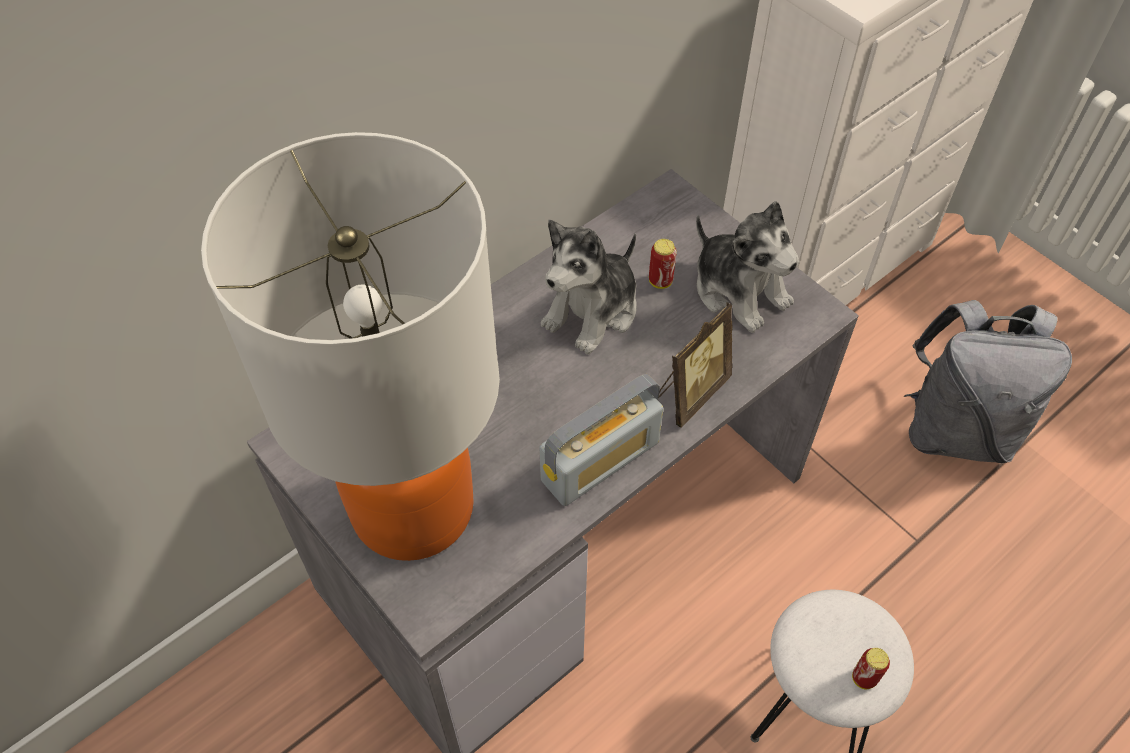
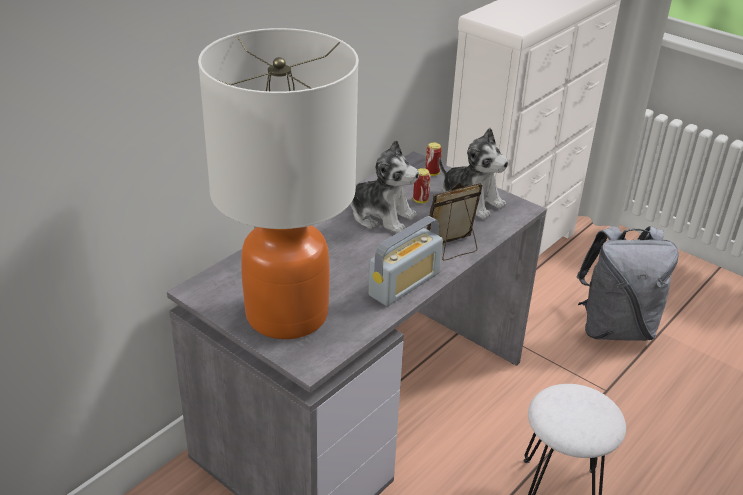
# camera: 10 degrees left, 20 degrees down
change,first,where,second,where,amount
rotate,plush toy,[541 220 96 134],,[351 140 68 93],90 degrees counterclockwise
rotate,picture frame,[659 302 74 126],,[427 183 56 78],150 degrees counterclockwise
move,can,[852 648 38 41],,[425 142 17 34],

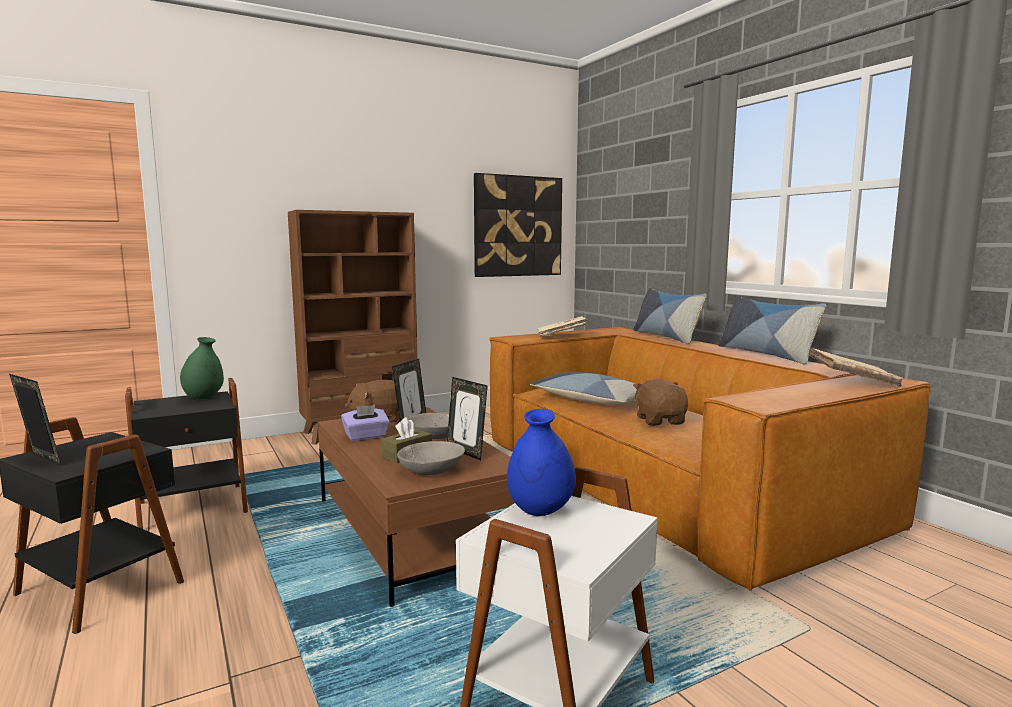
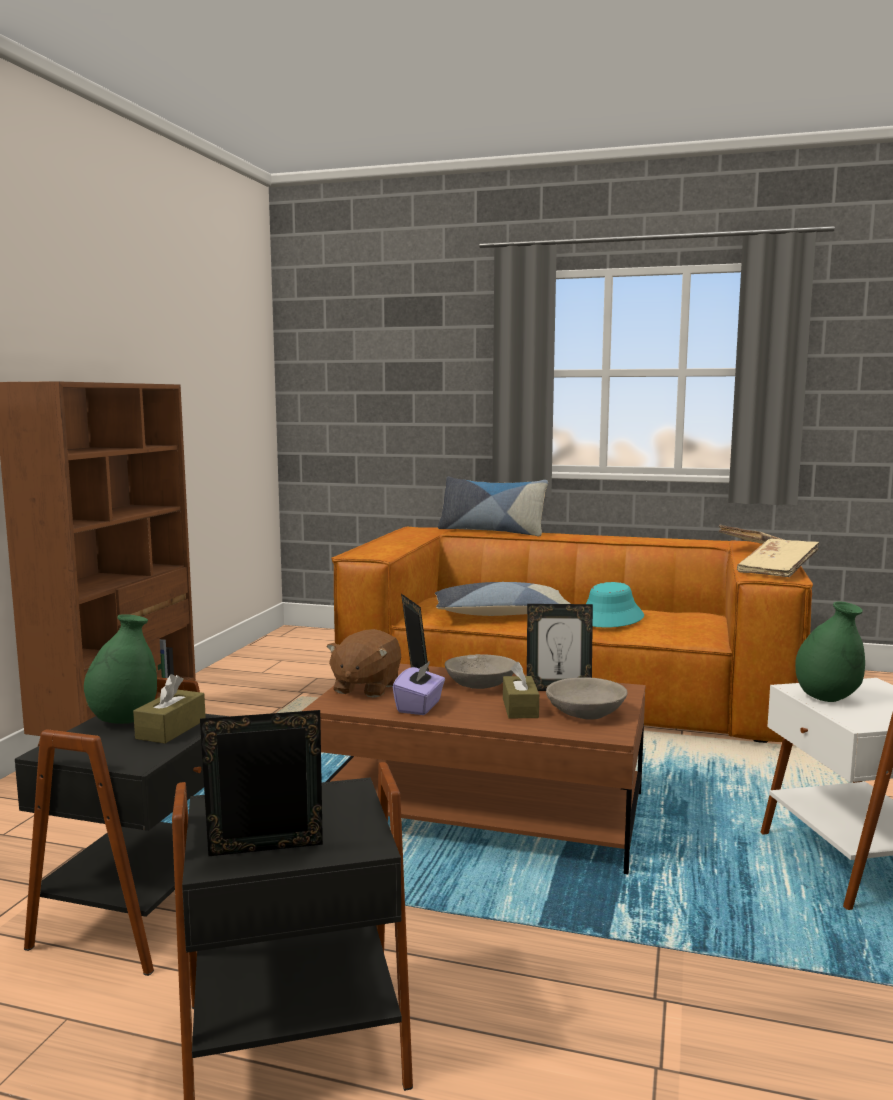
# camera: 45 degrees left, 0 degrees up
change,first,where,second,where,amount
delete,picture,[474 173 88 104],,,
recolor,blue vase,[507 409 69 107],green vase,[795 601 70 101],
move,beige book,[538 316 50 21],,[737 539 82 38],
replace,brown plush toy,[633 379 55 47],turquoise hat,[586 582 58 46],
delete,pillow,[718 296 108 68],,,
insert,,,brown tissue box,[133 674 73 70],

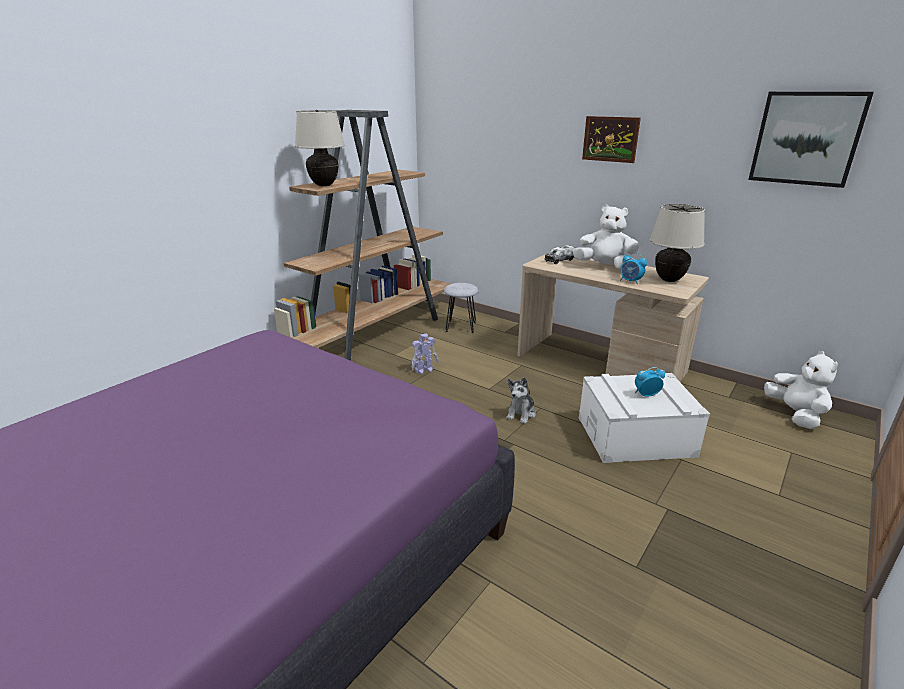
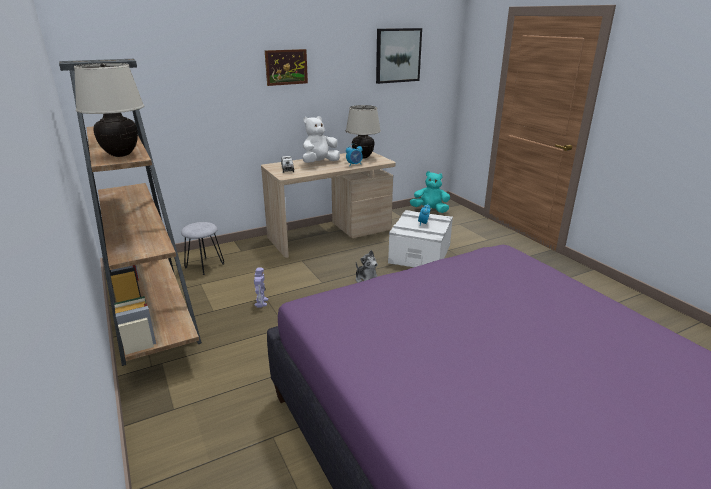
# camera: 65 degrees left, 0 degrees up
change,first,where,second,where,amount
recolor,white plush toy,[764 351 74 78],turquoise plush toy,[410 171 40 42],

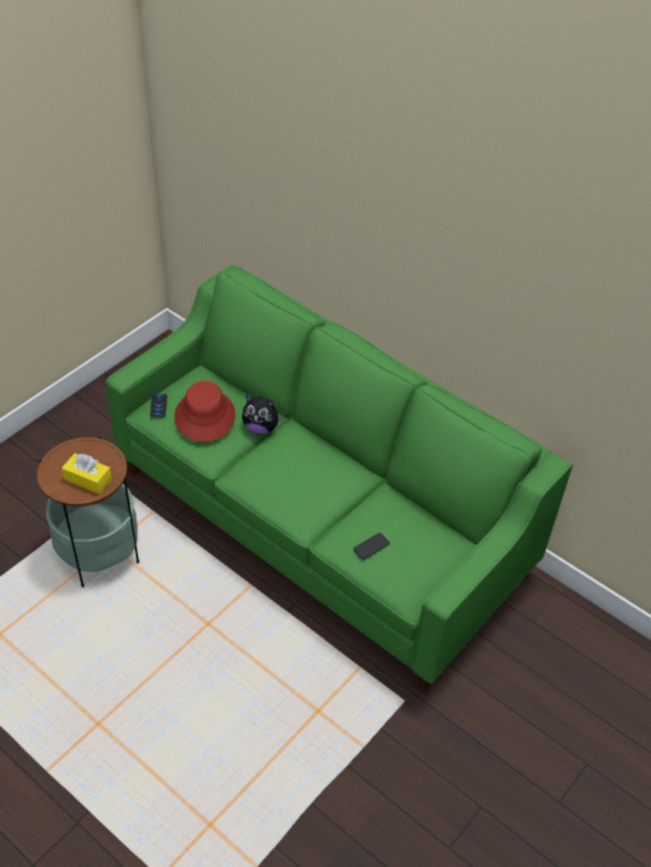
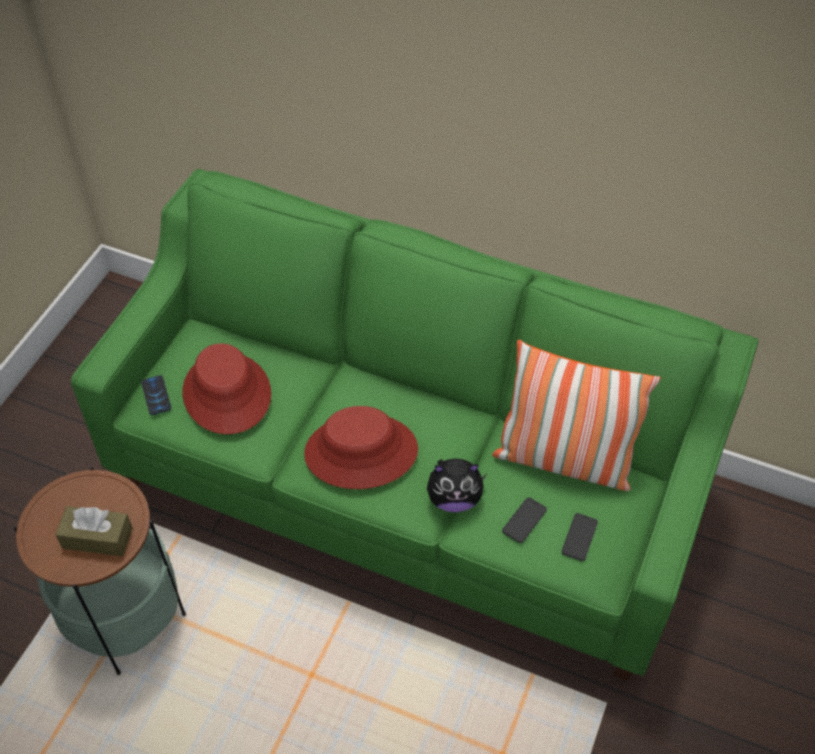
# camera: 15 degrees left, 5 degrees up
change,first,where,second,where,amount
recolor,yellow tissue box,[62 453 50 41],brown tissue box,[55 506 78 50],
move,plush toy,[242 395 42 40],,[427 458 59 55],
insert,,,red hat,[304 406 114 83],
insert,,,pillow,[492 340 169 151],
insert,,,phone,[562 513 36 48],

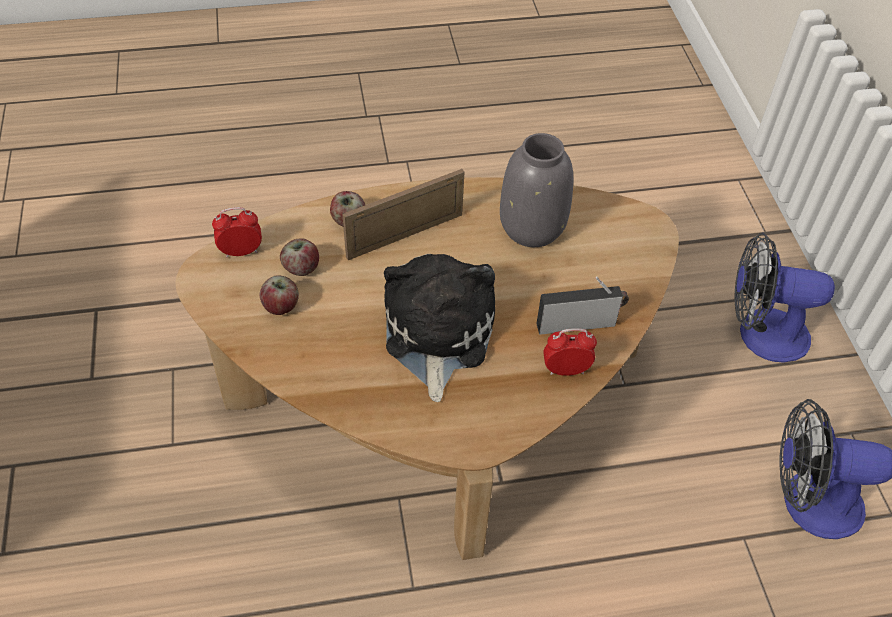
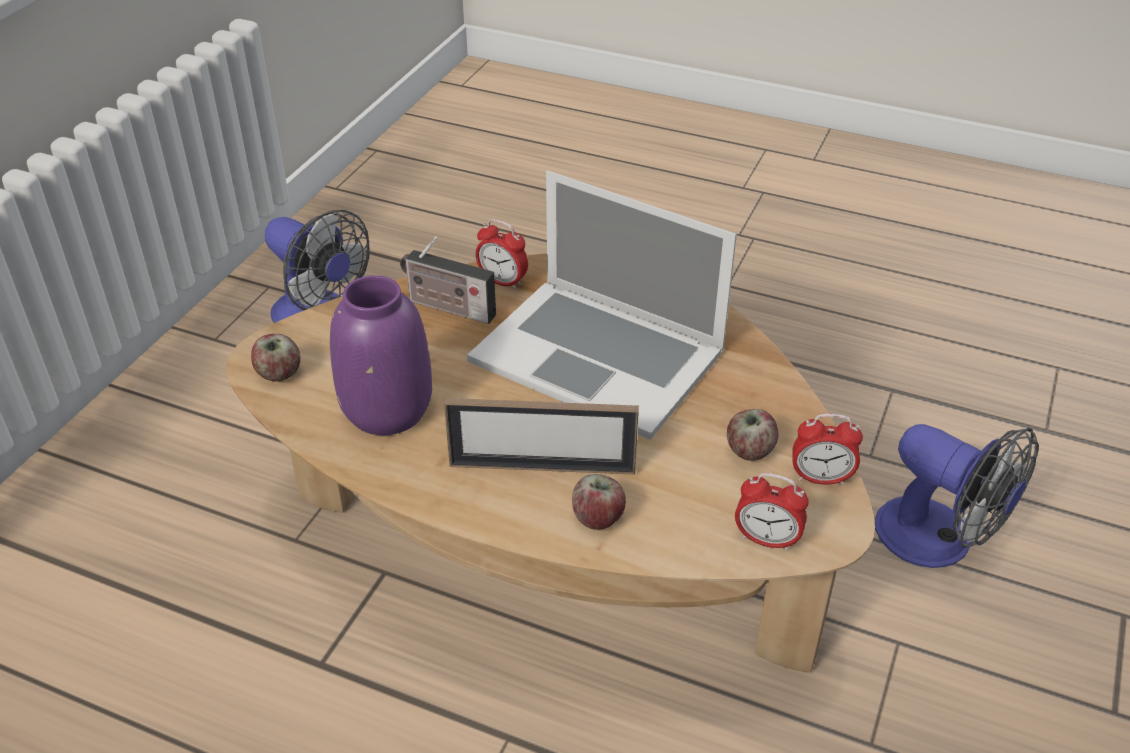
# camera: 145 degrees left, 10 degrees down
change,first,where,second,where,amount
move,apple,[280 238 39 38],,[251 334 50 48],
replace,plush toy,[384 254 111 148],laptop,[467 170 270 270],
recolor,grey vase,[500 133 73 114],purple vase,[330 275 102 160],
move,fan,[734 232 101 131],,[875 424 164 144],
insert,,,alarm clock,[792 413 71 72],

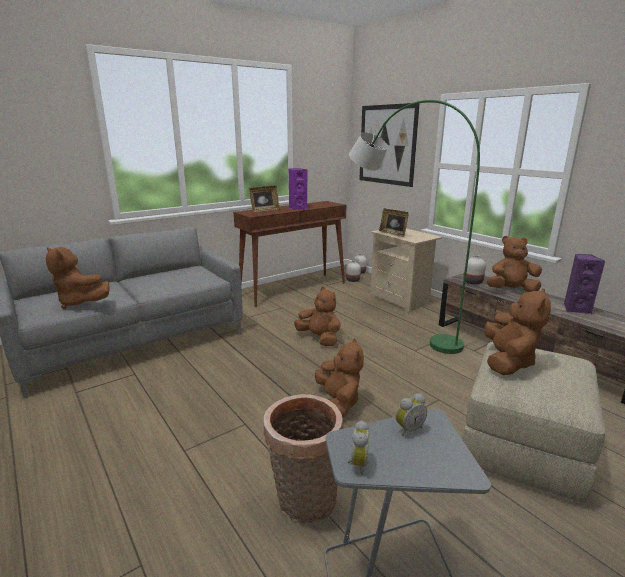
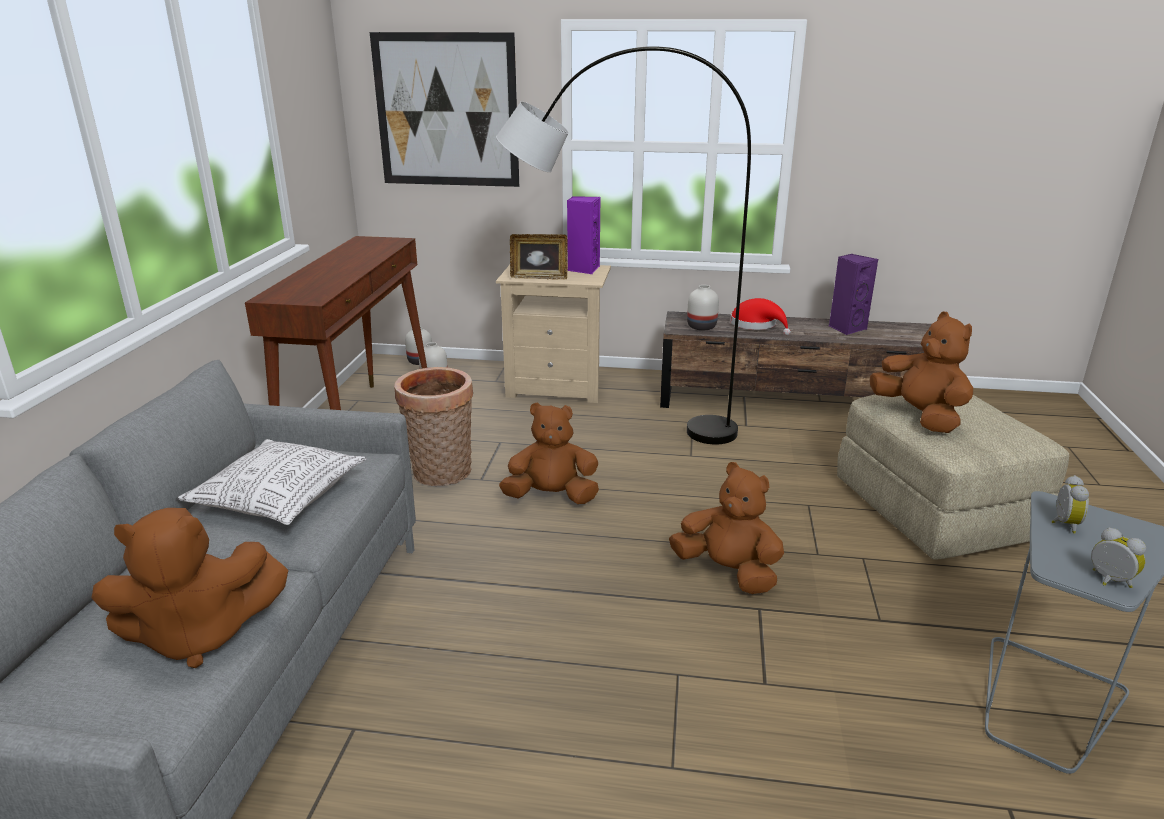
# camera: 45 degrees left, 5 degrees up
change,first,where,second,where,amount
delete,picture frame,[250 186 30 26],,,
move,basket,[263 394 80 129],,[394 367 79 119],
move,purple speaker,[289 168 18 42],,[567 196 33 78],
recolor,green floor lamp,[349 100 131 254],grey floor lamp,[496 47 255 397],
replace,brown plush toy,[487 236 55 56],red hat,[730 298 61 37],
insert,,,pillow,[178 439 188 86],

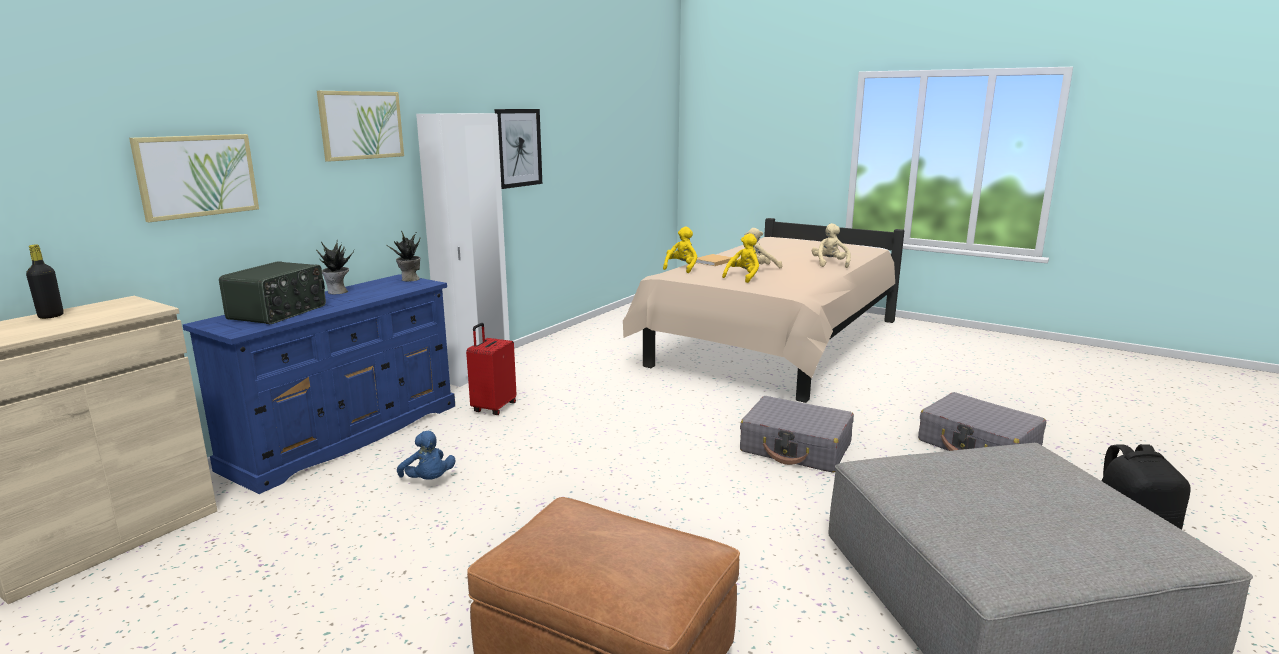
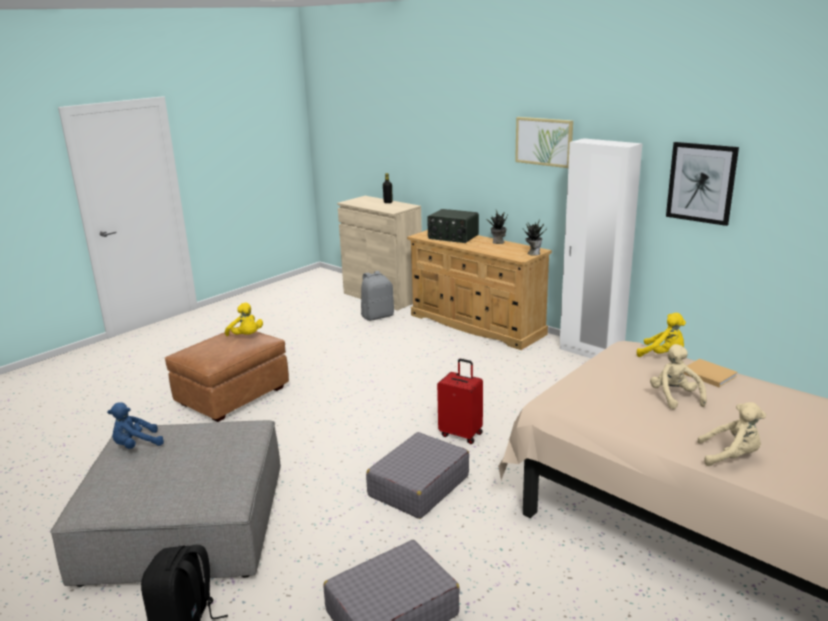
# camera: 100 degrees right, 5 degrees up
change,first,where,second,where,amount
delete,picture,[129 134 130 88],,,
recolor,blue dresser,[182 274 273 220],beige dresser,[407 230 145 120],
move,blue plush toy,[397 431 59 49],,[107 402 57 47],
move,red suitcase,[466 323 50 92],,[437 359 46 85],
move,yellow plush toy,[722 233 37 50],,[225 303 38 33],
insert,,,grey backpack,[361 271 33 50],

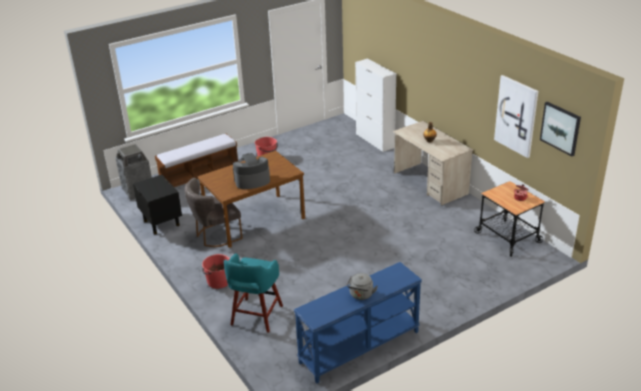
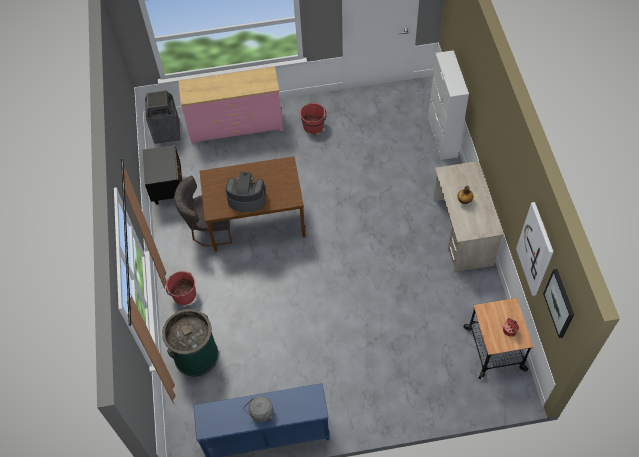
# camera: 25 degrees right, 25 degrees up
change,first,where,second,where,amount
replace,bench,[155 133 83 54],pink dresser,[178 67 105 77],
replace,turquoise stool,[224 253 59 80],green trash can,[162 309 57 68],

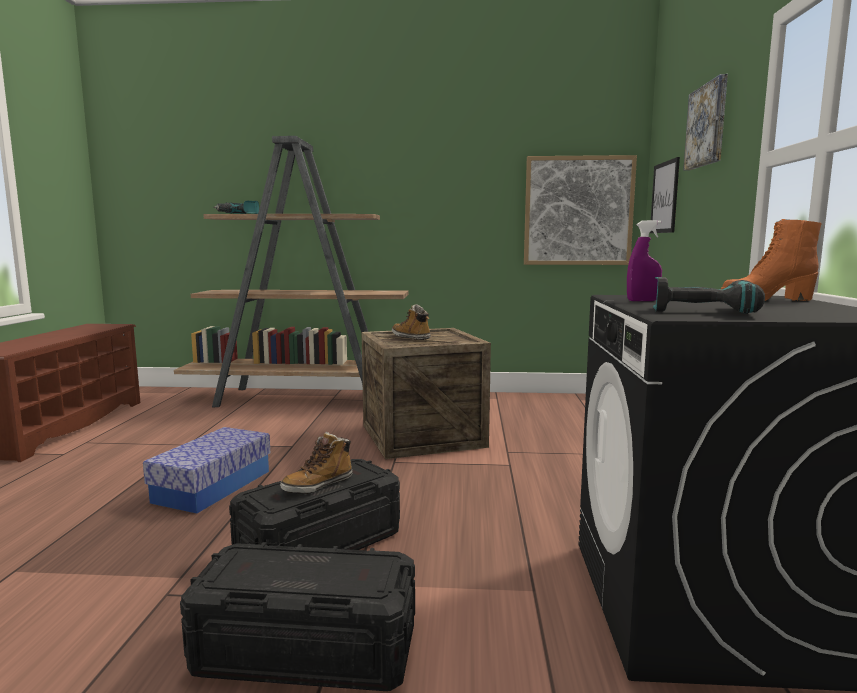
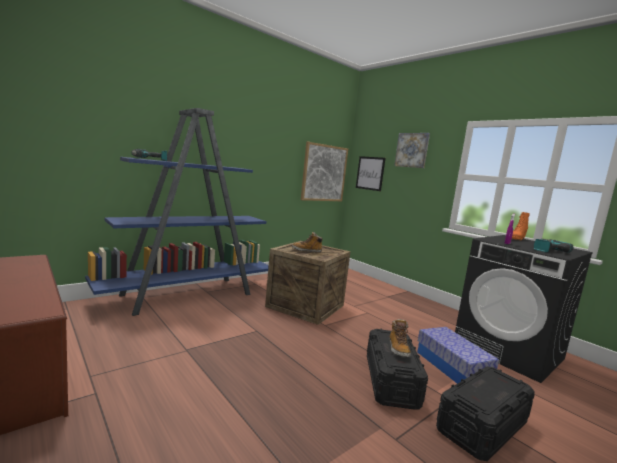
# camera: 45 degrees left, 0 degrees up
change,first,where,second,where,amount
move,storage box,[143 427 127 86],,[417 327 82 57],
recolor,brown bookcase,[174 136 235 272],blue bookcase,[85 108 184 208],

